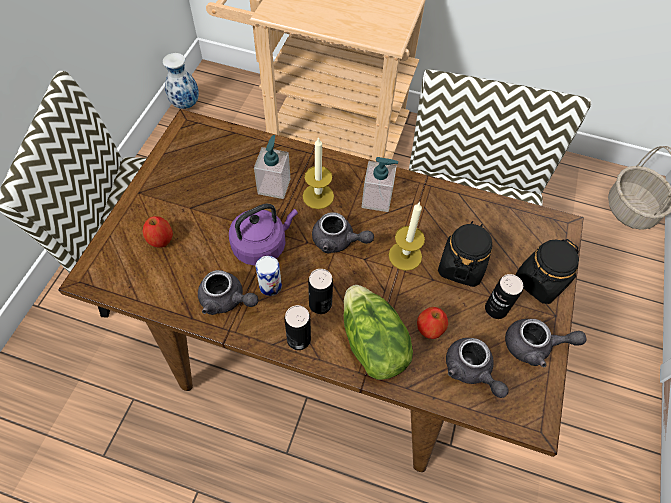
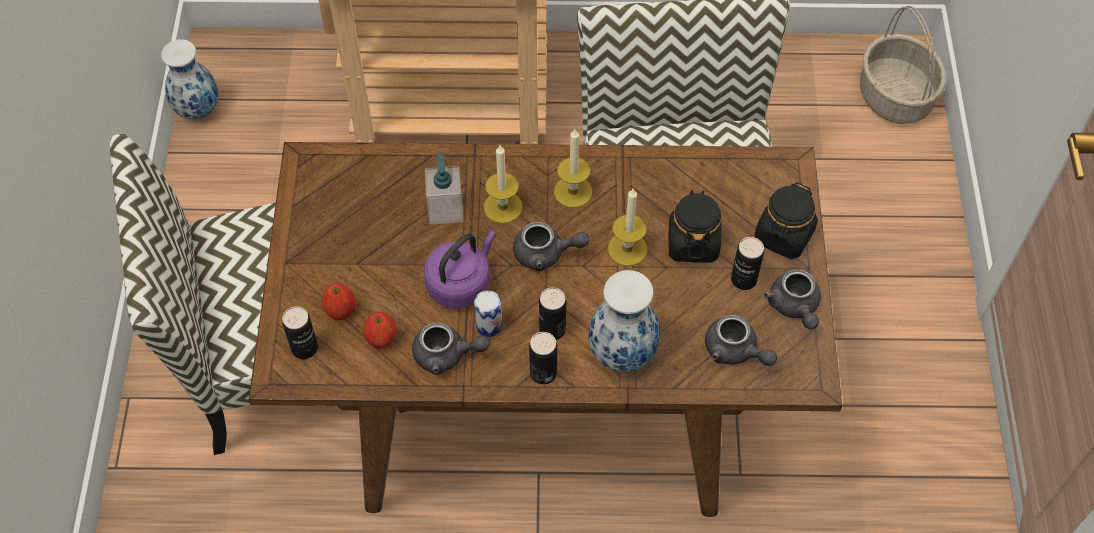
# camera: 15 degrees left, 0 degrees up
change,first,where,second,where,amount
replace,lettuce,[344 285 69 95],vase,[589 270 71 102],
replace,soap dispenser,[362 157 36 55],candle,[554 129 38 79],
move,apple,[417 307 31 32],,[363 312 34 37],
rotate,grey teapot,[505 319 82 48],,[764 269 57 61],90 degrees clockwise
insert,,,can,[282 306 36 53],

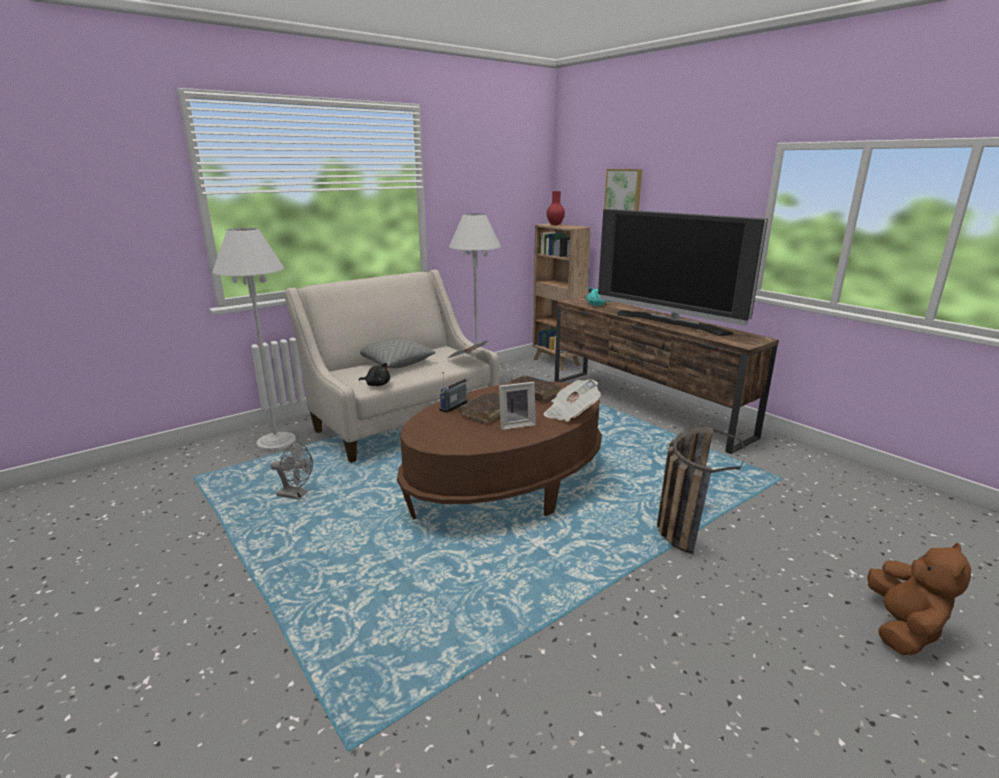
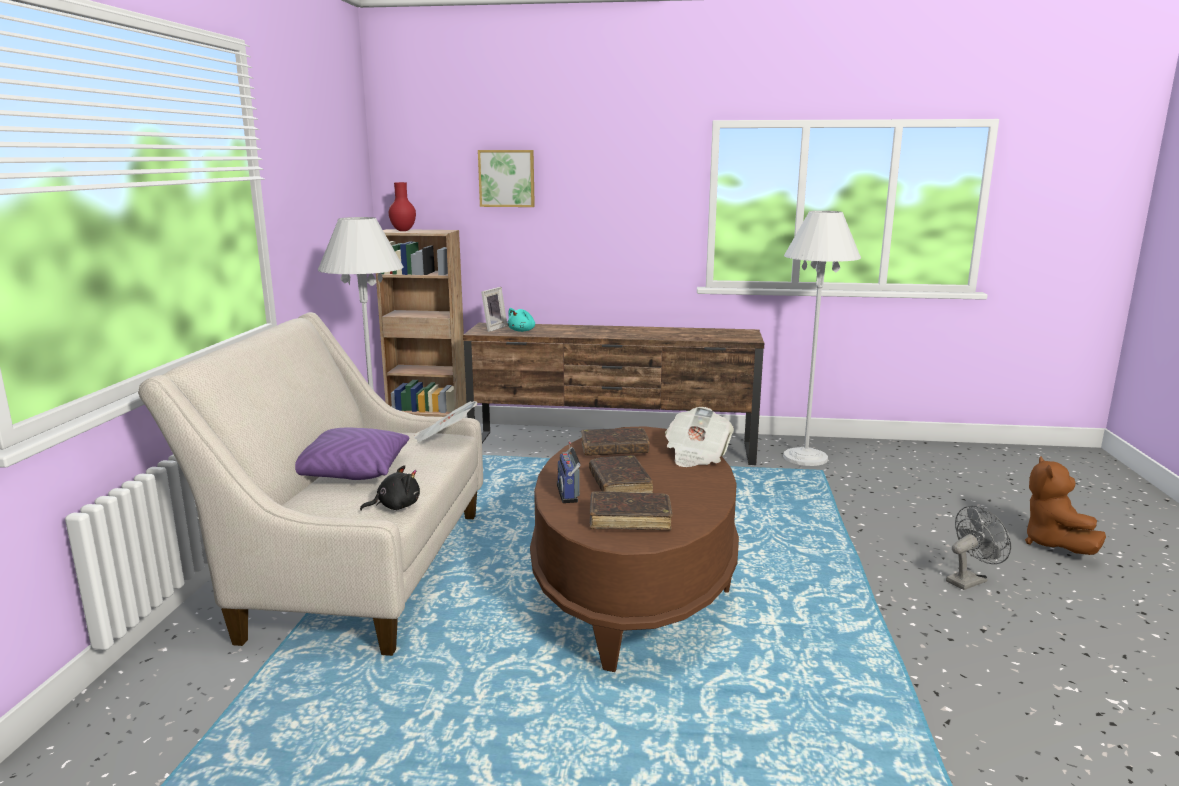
# camera: 45 degrees left, 5 degrees down
change,first,where,second,where,amount
move,white floor lamp,[213 228 83 223],,[783 211 78 255],
move,grey fan,[271 442 42 58],,[946 505 65 85],
recolor,grey pillow,[360 337 76 31],purple pillow,[295 428 114 52],
move,picture frame,[499 382 37 48],,[481 287 27 45],
delete,television,[598 209 170 127],,,
delete,basket,[657 427 88 127],,,
rotate,brown plush toy,[868 543 103 112],,[1025 456 81 99],150 degrees counterclockwise
insert,,,brown book,[590 491 82 39],

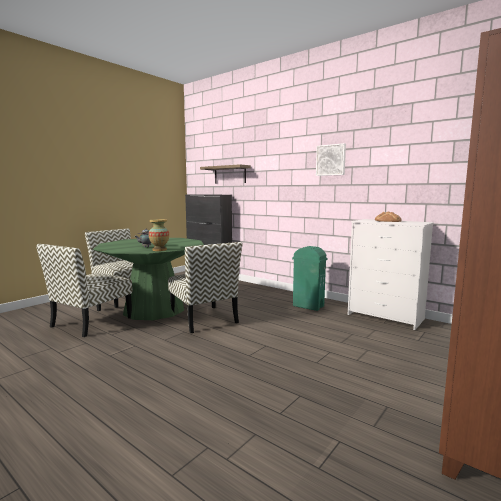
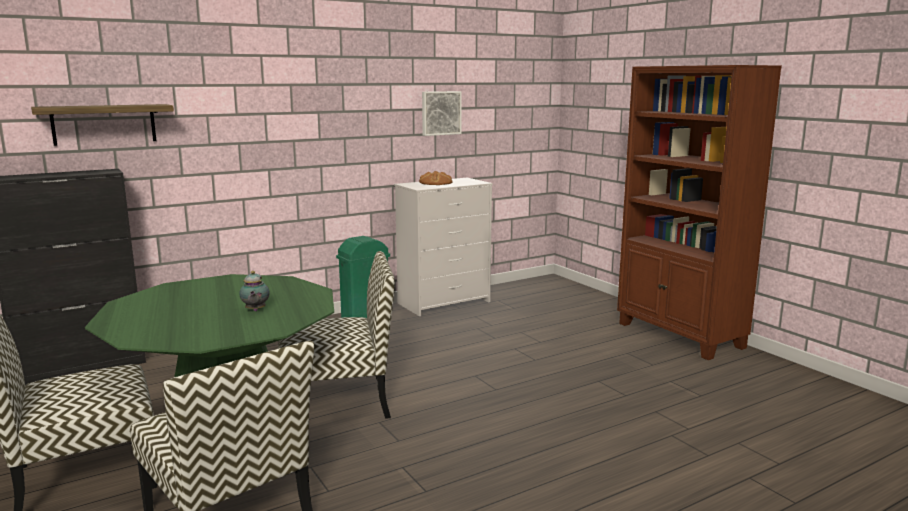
# camera: 70 degrees left, 5 degrees up
change,first,where,second,where,amount
delete,vase,[149 219 20 32],,,
move,picture,[316 143 30 33],,[422 91 40 45],

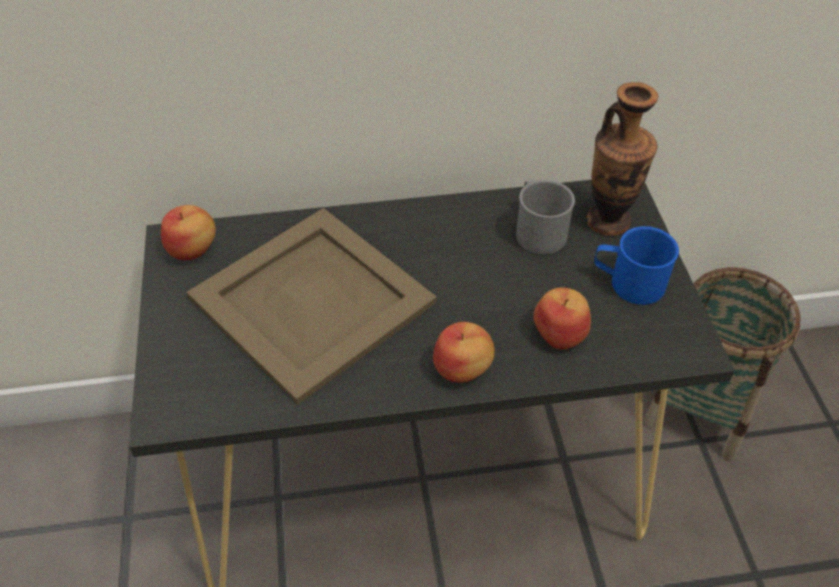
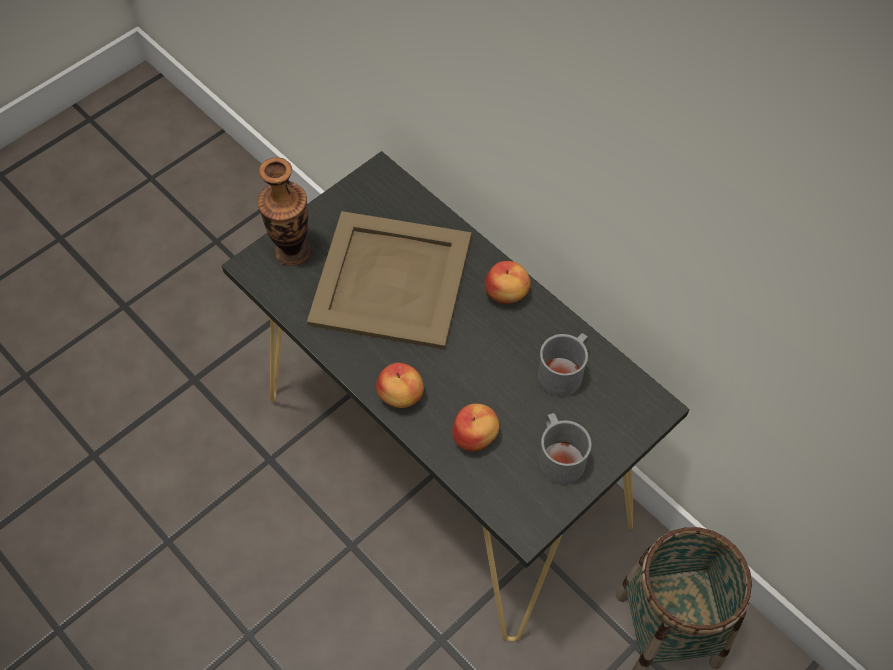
# camera: 55 degrees right, 10 degrees up
change,first,where,second,where,amount
move,apple,[161 205 55 55],,[485 261 46 43],
move,vase,[586 82 72 154],,[258 157 53 109],
recolor,blue mug,[594 226 85 79],grey mug,[539 413 52 71],

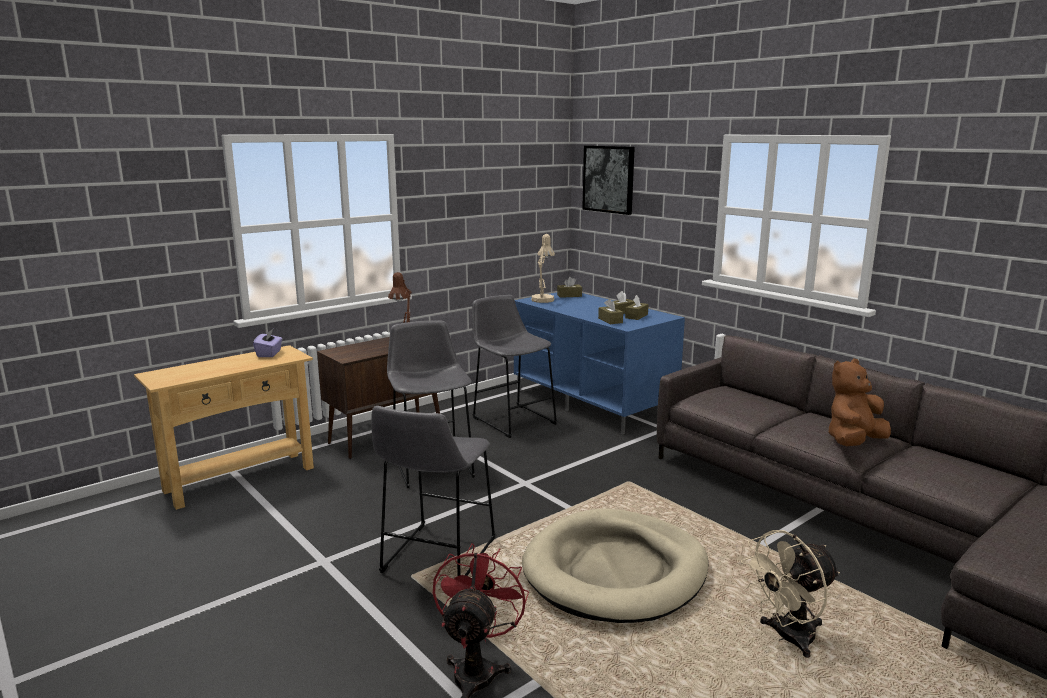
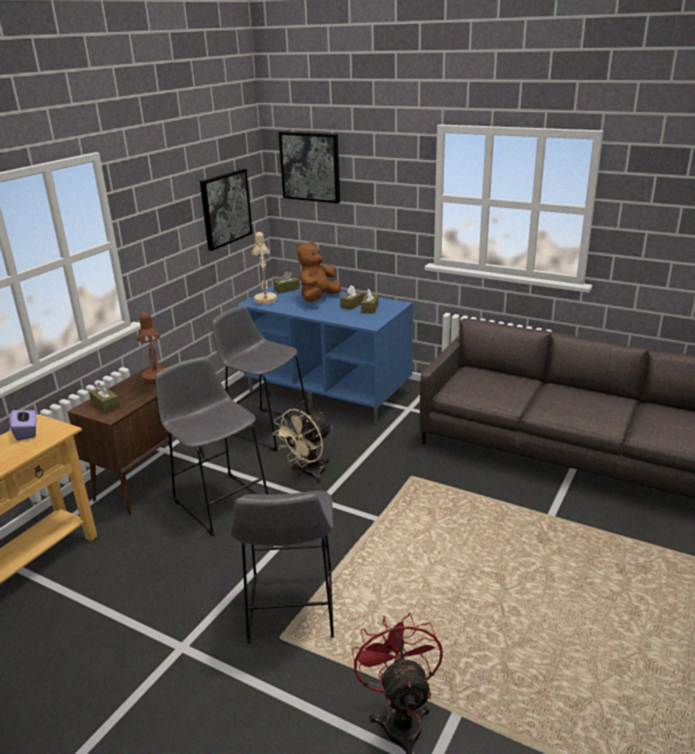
# camera: 20 degrees left, 10 degrees up
change,first,where,second,where,amount
delete,beige dog bed,[522 509 187 114],,,
move,brown tissue box,[598 299 25 25],,[89 382 31 31],
move,beige fan,[741 530 99 128],,[273 409 59 74],
move,brown plush toy,[828 359 63 87],,[296 241 45 61],
insert,,,picture,[200 169 53 82],

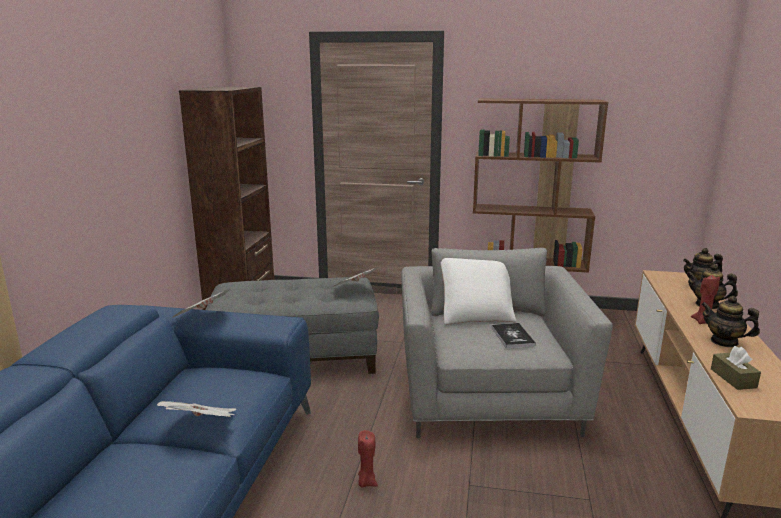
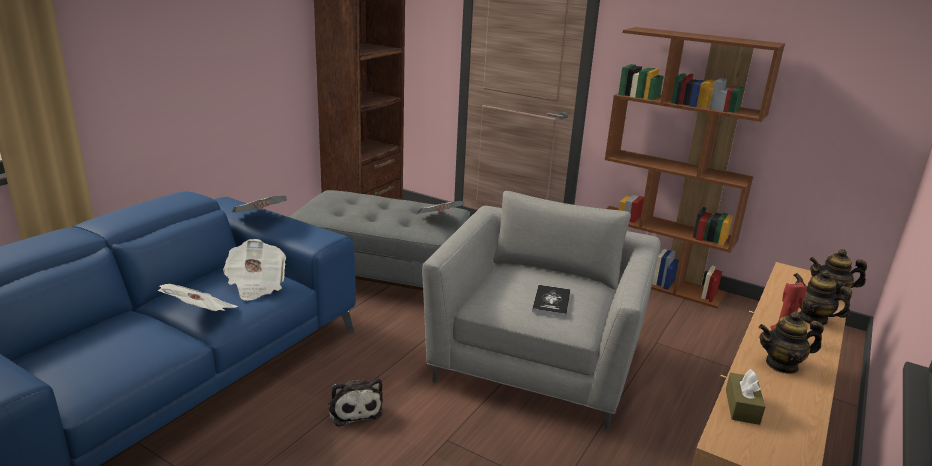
# camera: 20 degrees right, 5 degrees up
change,first,where,second,where,amount
replace,red candle,[358 430 20 58],plush toy,[328 379 55 48],
delete,white pillow,[441 258 76 67],,,
rotate,teapot,[701 296 59 51],,[759 311 65 63],60 degrees counterclockwise
insert,,,newspaper,[223 239 63 62],

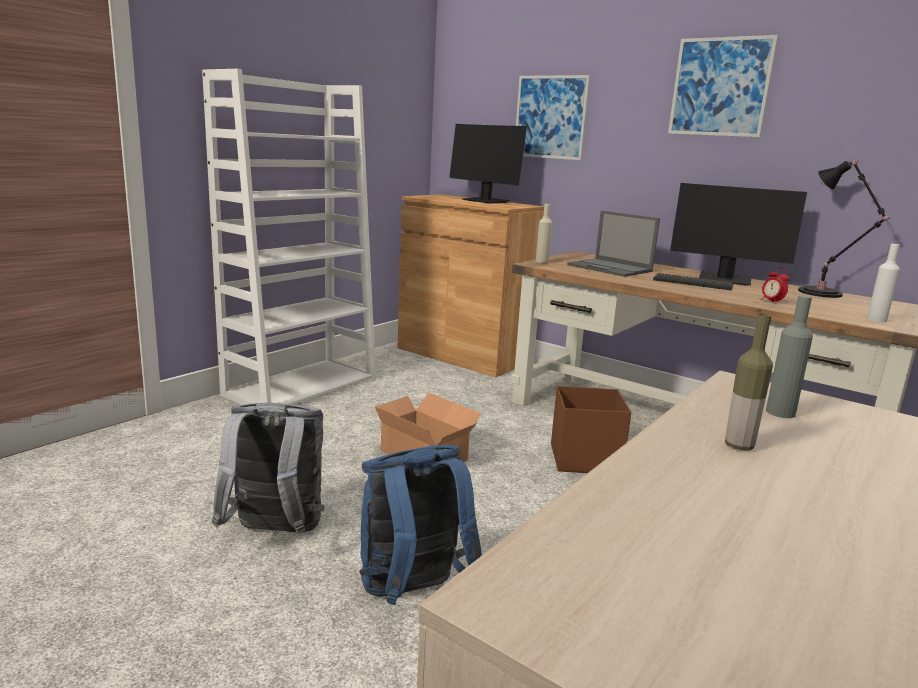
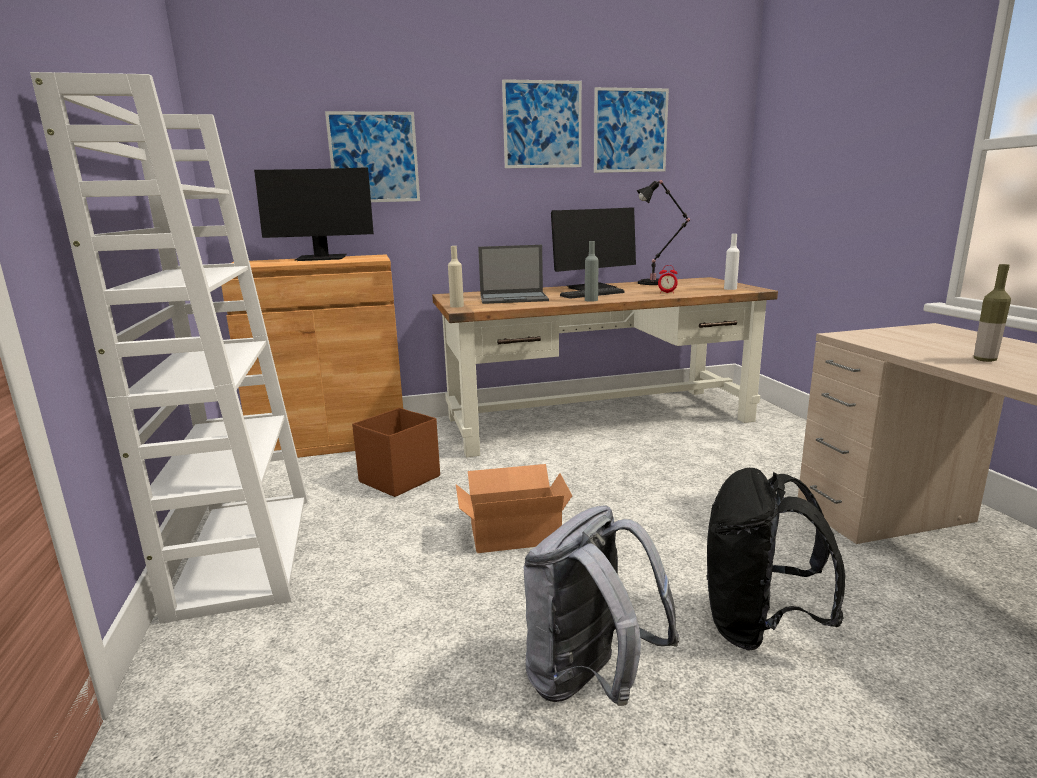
# camera: 50 degrees left, 0 degrees up
change,first,where,second,where,amount
recolor,blue backpack,[359 445 123 160],black backpack,[706 468 139 183],
move,brown storage box,[551 386 80 87],,[352 408 88 89],
move,grey bottle,[766 295 47 123],,[585 241 14 61],
insert,,,picture,[594 87 75 86],

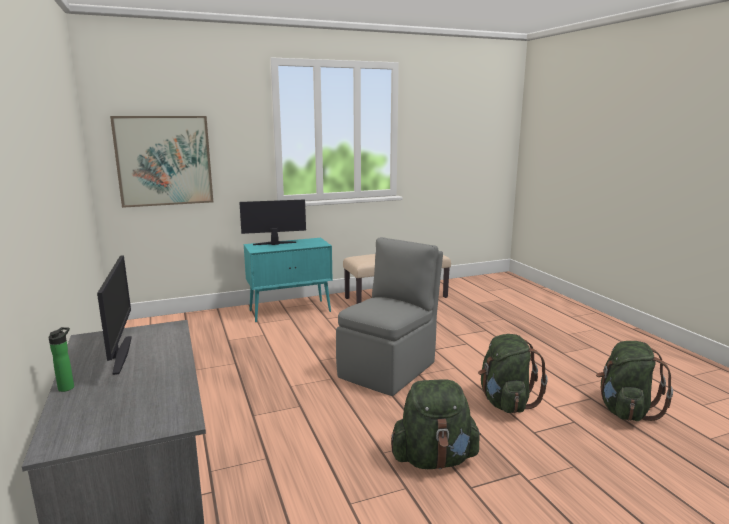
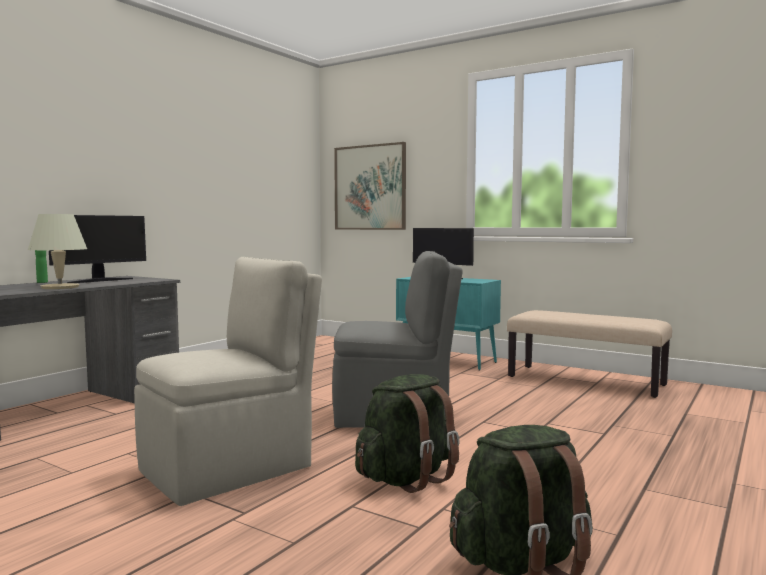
# camera: 55 degrees right, 10 degrees down
change,first,where,second,where,amount
replace,green backpack,[391 379 90 90],beige chair,[134 257 188 249],
insert,,,beige table lamp,[28 214 59 75],

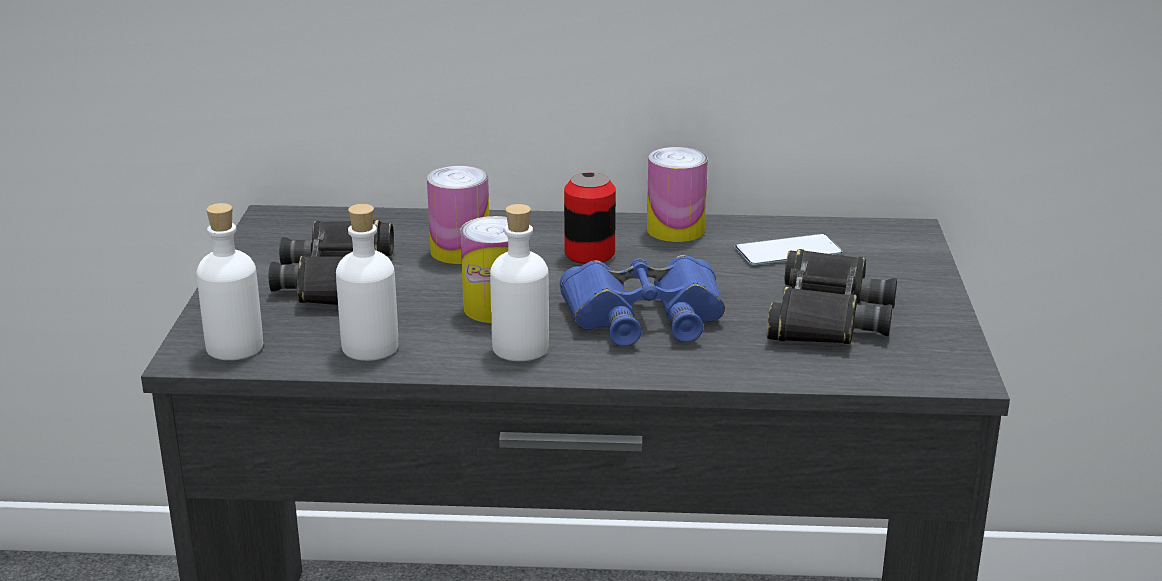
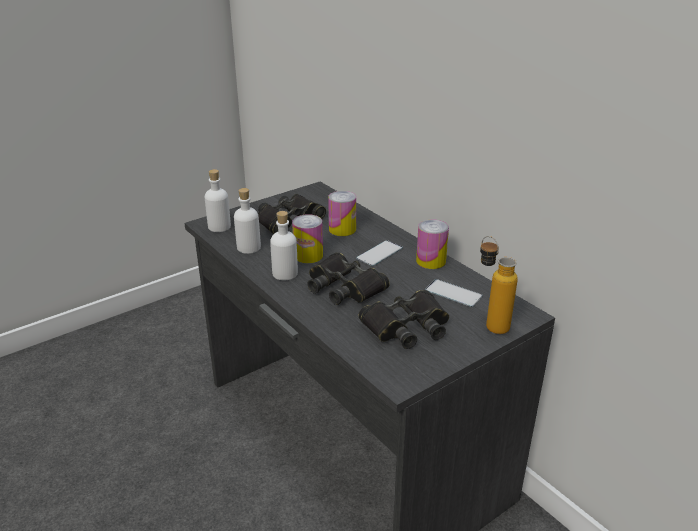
# camera: 50 degrees right, 5 degrees up
change,first,where,second,where,amount
recolor,blue binoculars,[560 255 165 91],black binoculars,[308 252 82 53],
replace,can,[564 173 52 91],phone,[356 240 47 26],
insert,,,bottle,[480 236 38 98],

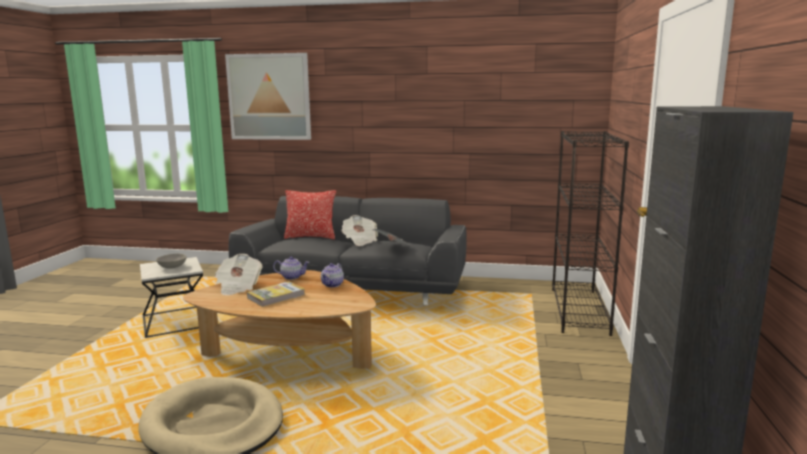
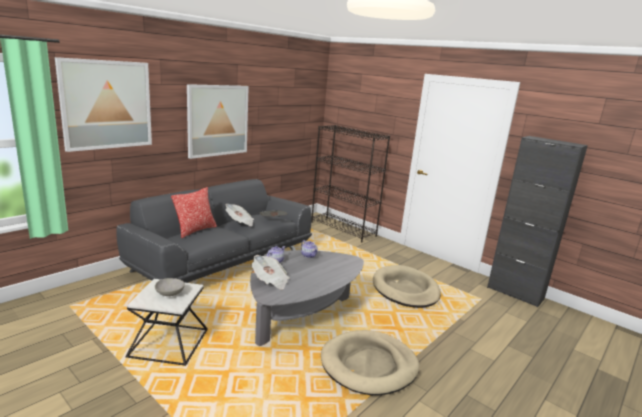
# camera: 60 degrees left, 5 degrees up
change,first,where,second,where,amount
recolor,brown coffee table,[183 270 193 99],grey coffee table,[250 250 114 96],
delete,book,[247 281 58 26],,,
insert,,,picture,[187 84 62 75],
insert,,,beige dog bed,[373 265 68 43],

